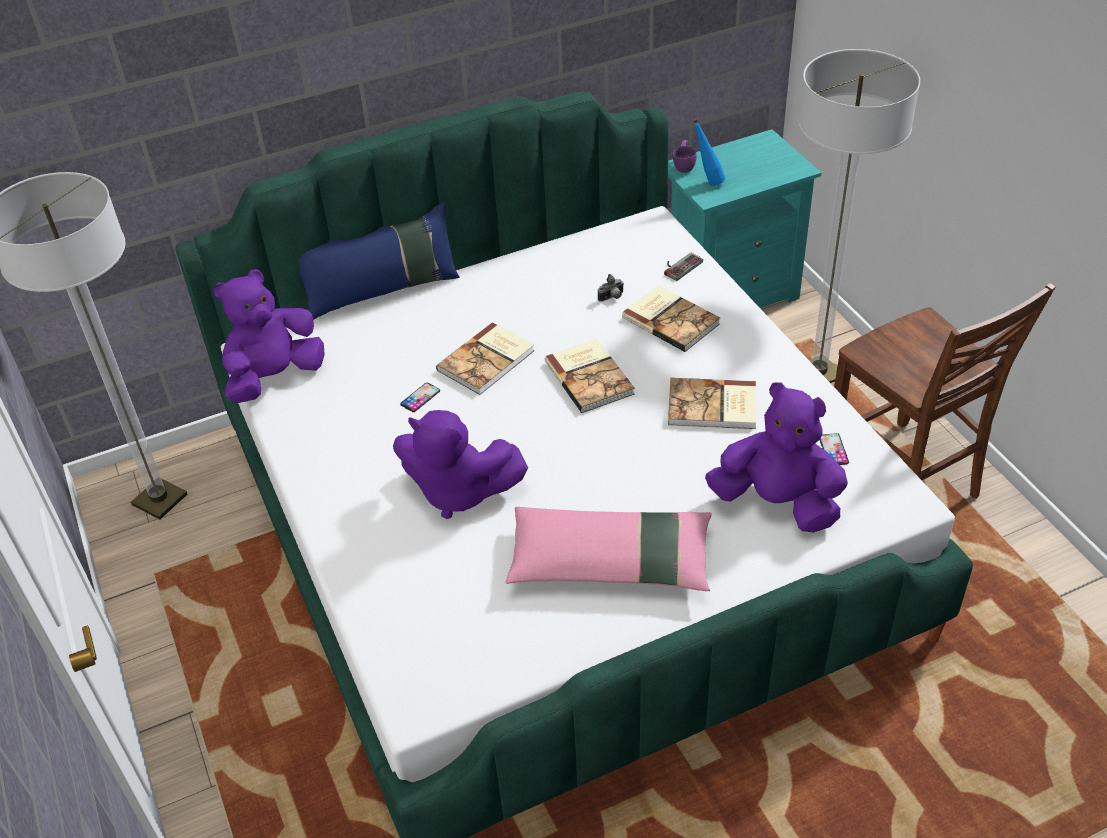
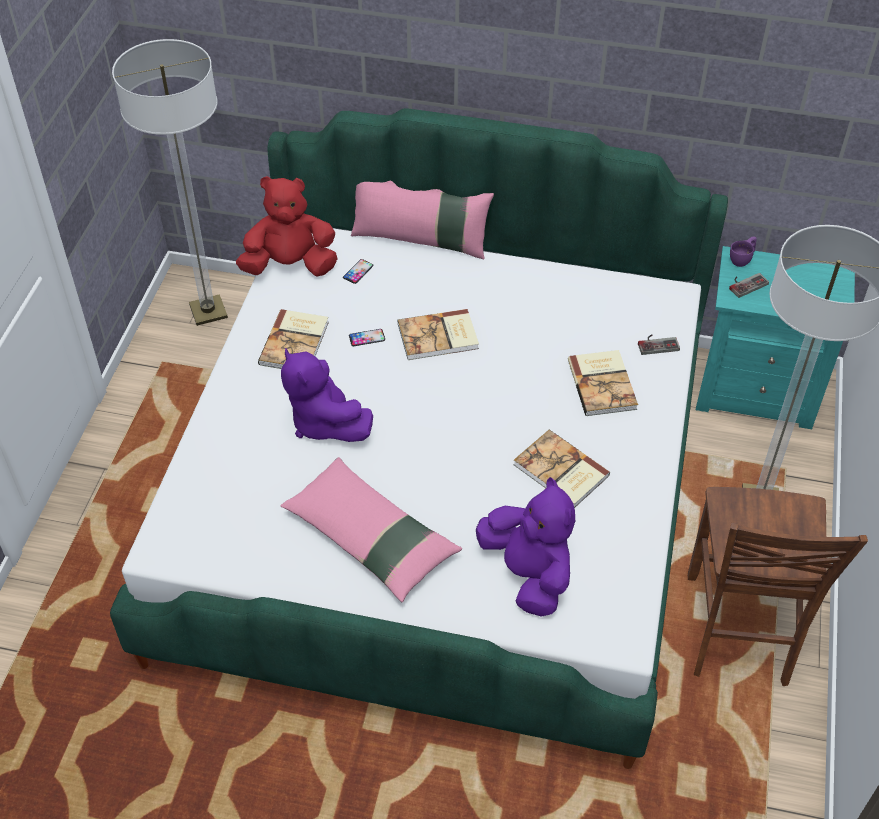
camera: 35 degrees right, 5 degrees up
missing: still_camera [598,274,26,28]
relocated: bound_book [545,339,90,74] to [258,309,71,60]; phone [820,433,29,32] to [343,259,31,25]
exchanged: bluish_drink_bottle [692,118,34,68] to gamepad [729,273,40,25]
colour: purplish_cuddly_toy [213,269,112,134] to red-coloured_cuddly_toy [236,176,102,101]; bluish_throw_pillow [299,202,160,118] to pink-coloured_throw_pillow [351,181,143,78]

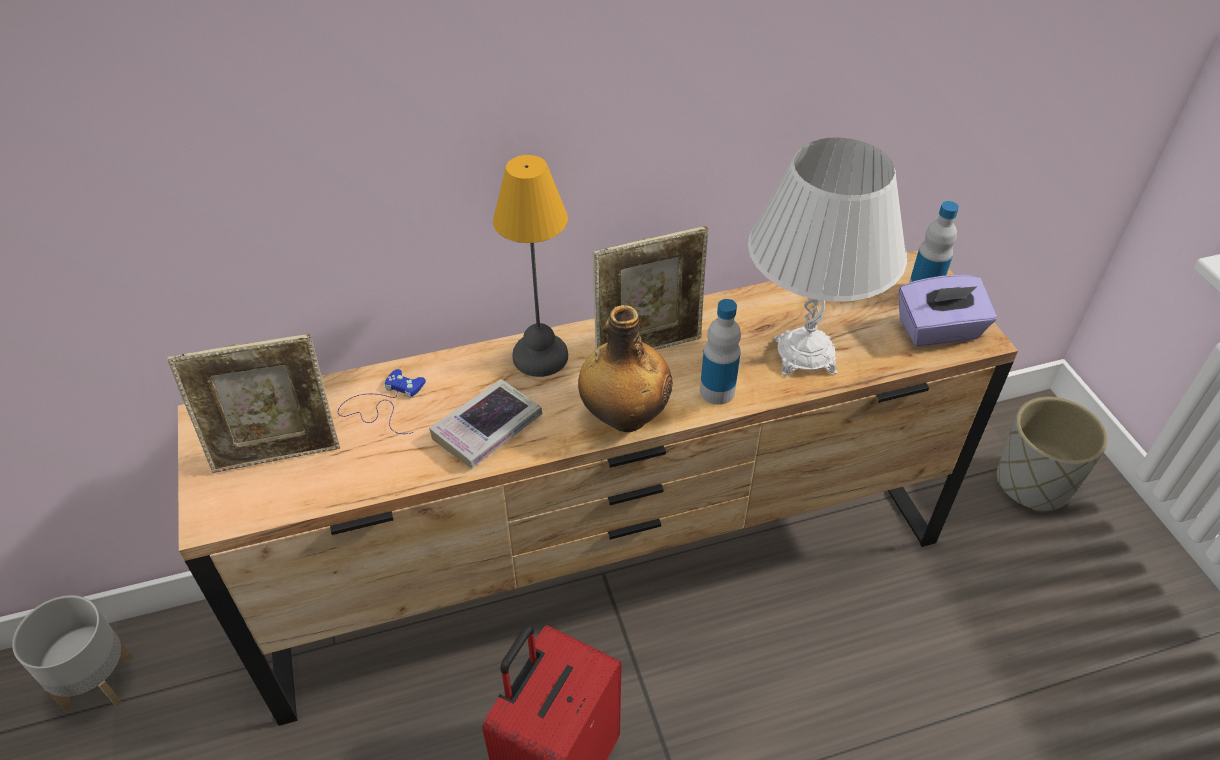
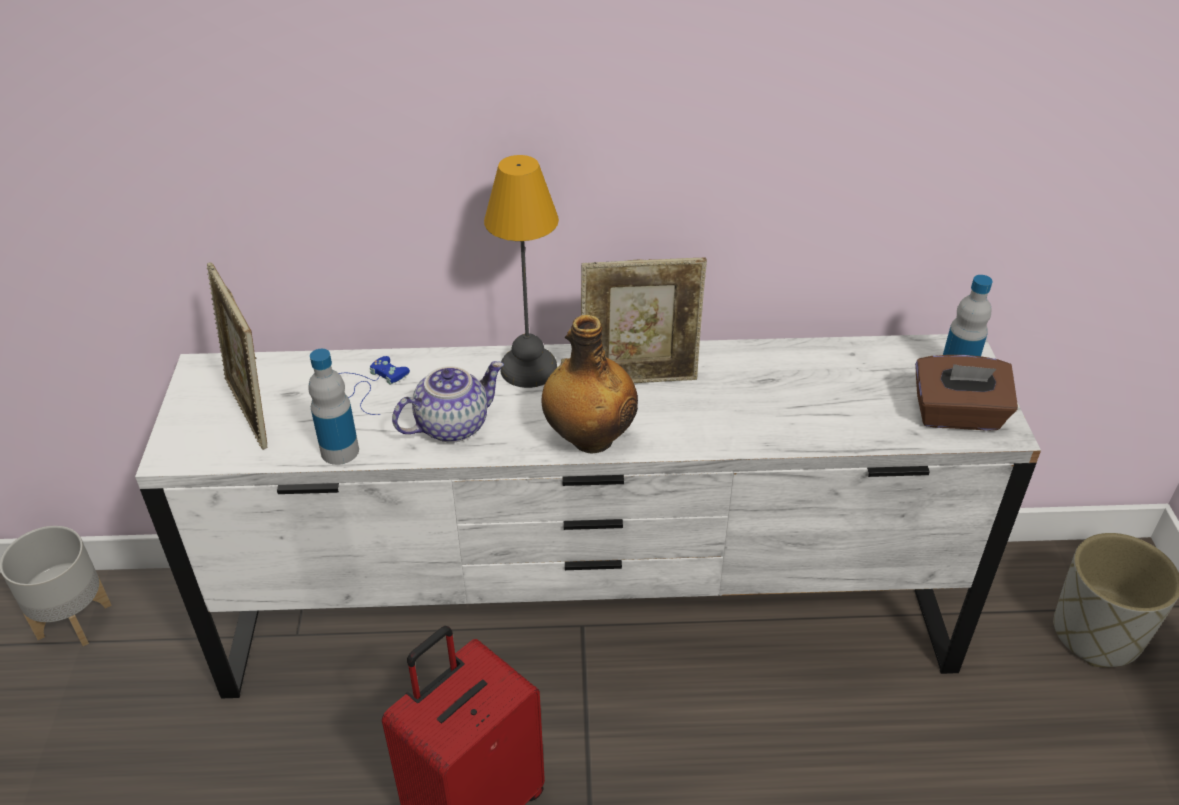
camera: 15 degrees right, 5 degrees down
missing: white_tabletop_lamp [748,138,159,238]
relocated: drink_bottle [700,299,41,106] to [308,349,51,116]
exchanged: bound_book [429,379,113,89] to pot_for_tea [392,361,112,82]
colour: brown_drawer_chest [178,250,840,476] to white_drawer_chest [135,334,906,365]; purplish_tissue_box [899,275,98,72] to brown_tissue_box [915,355,103,76]
spun: photo_frame [167,334,173,139] = [207,262,61,188] 60 degrees clockwise

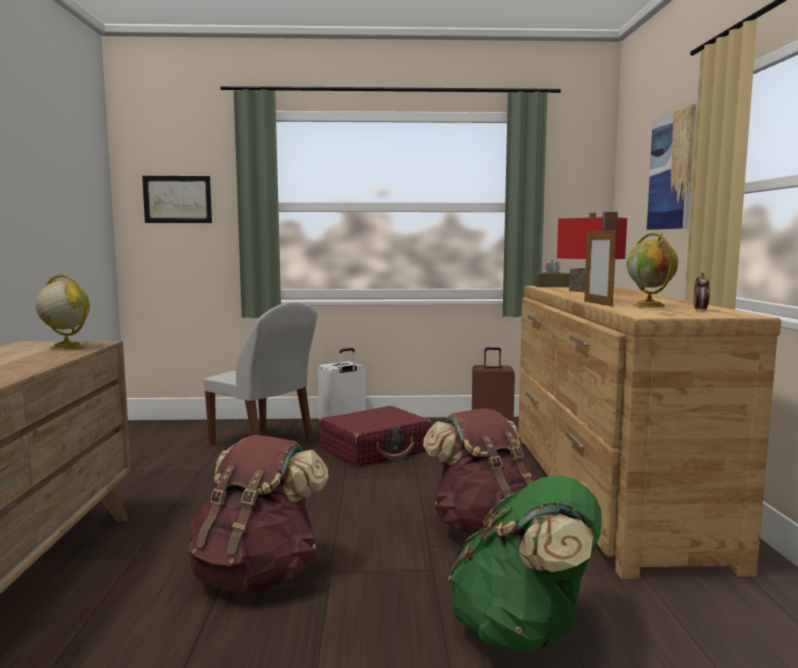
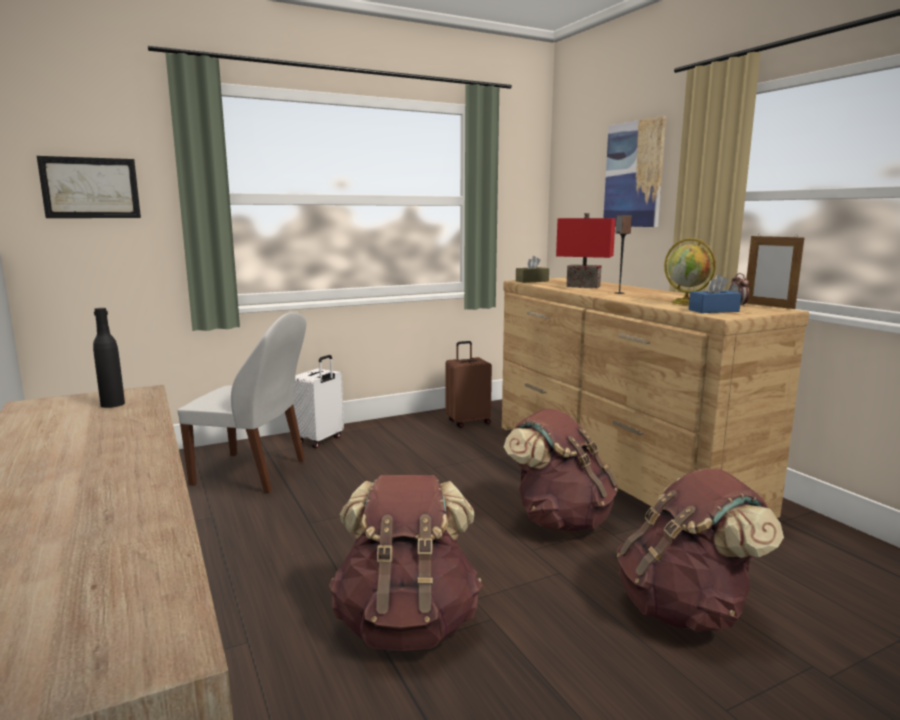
camera: 25 degrees left, 5 degrees up
missing: red-coloured_suitcase [320,406,111,61]
appeared: bluish_tissue_box [689,274,52,39]
relocated: photo_frame [584,228,32,79] to [746,235,58,74]
exchanged: globe [36,274,54,76] to blackish_drink_bottle [93,308,32,100]
colour: greenish_backpack [448,475,154,177] to brown_backpack [616,468,168,163]

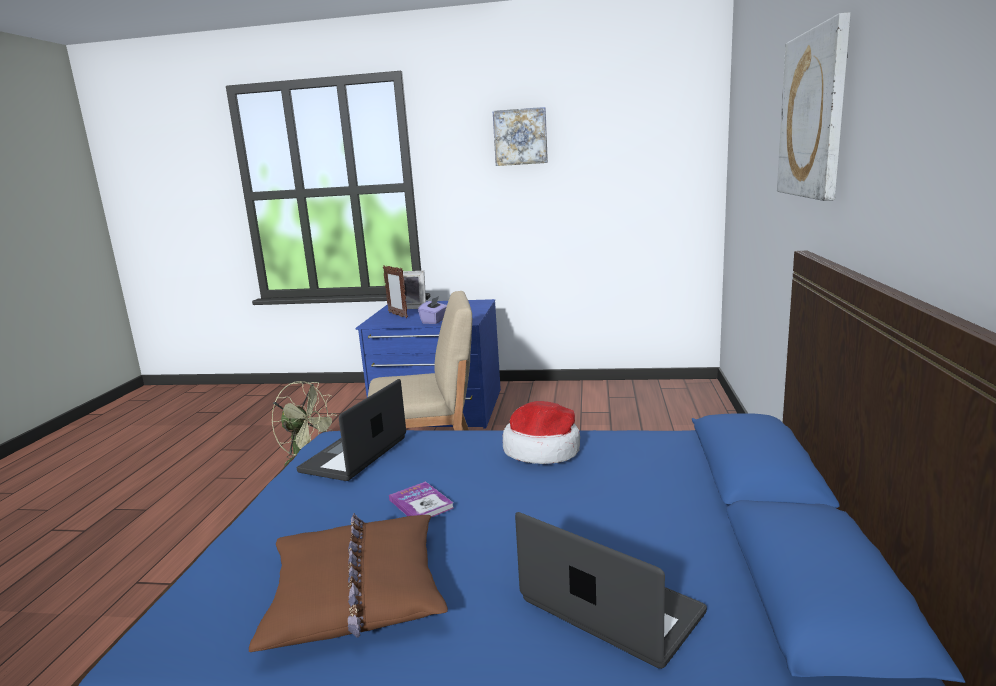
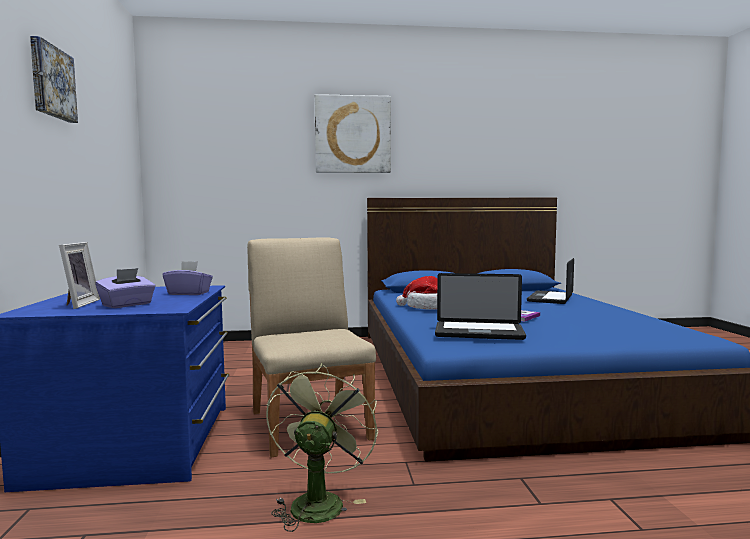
camera: 105 degrees left, 10 degrees down
missing: brown_throw_pillow [249,513,199,139]
exchanged: photo_frame [383,265,25,53] to purplish_tissue_box [95,268,61,40]

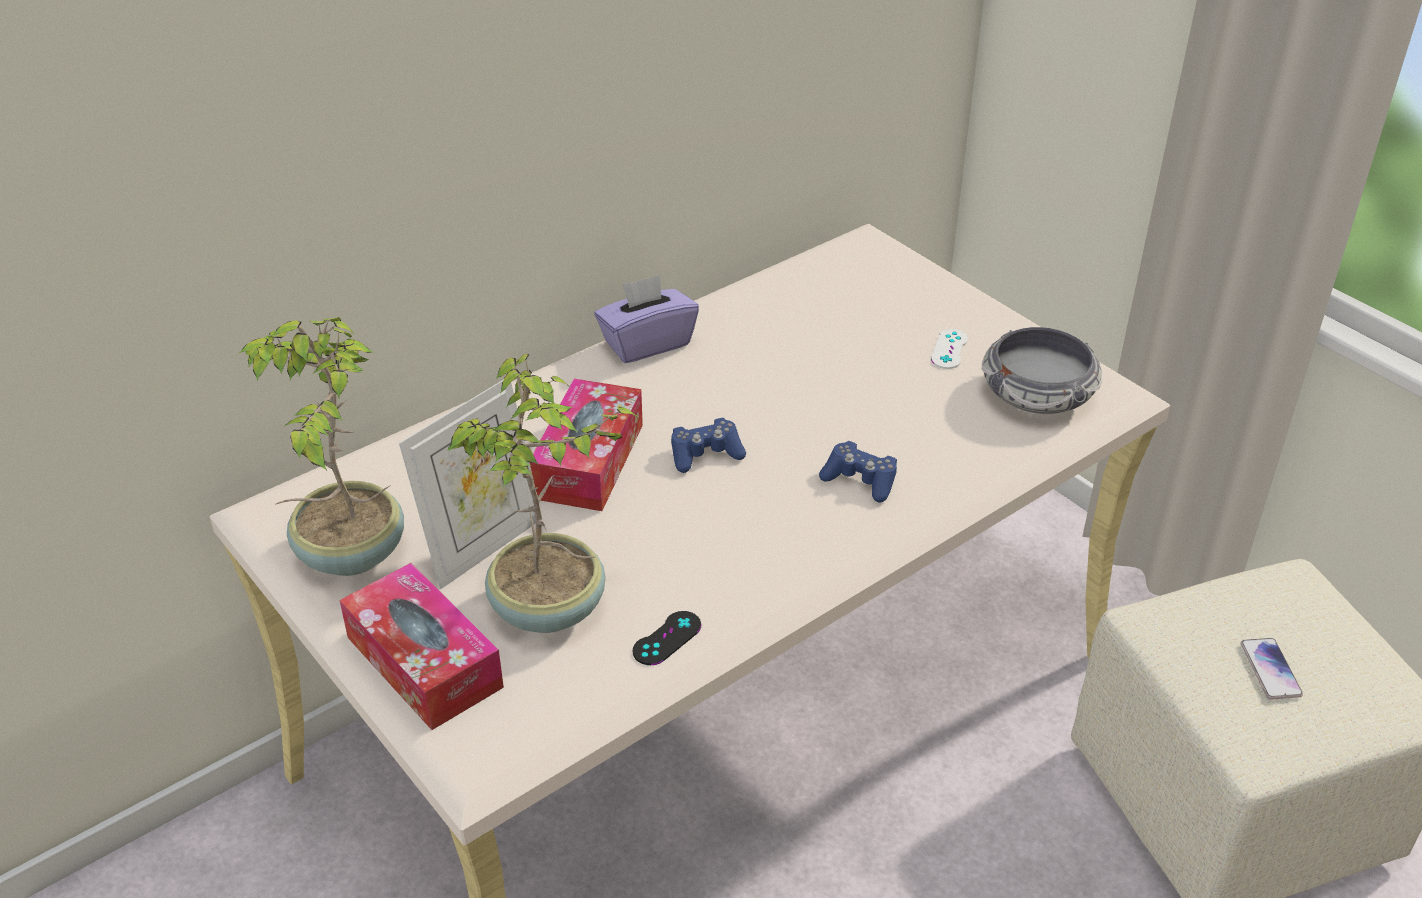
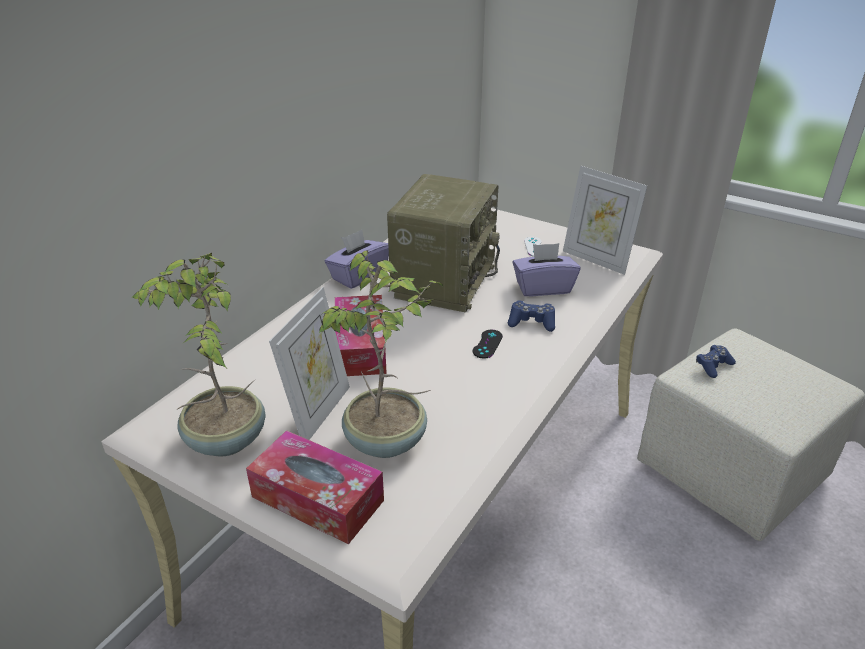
camera: 20 degrees left, 5 degrees down
missing: phone [1241,638,62,62]
appeared: radio [387,174,113,139]; purplish_tissue_box [512,243,68,53]
relocated: blackish_gamepad [633,611,68,54] to [473,330,30,28]; bluish_gamepad [671,418,75,55] to [696,345,40,33]
exchanged: serving_bowl [982,327,120,87] to photo_frame [563,166,84,109]

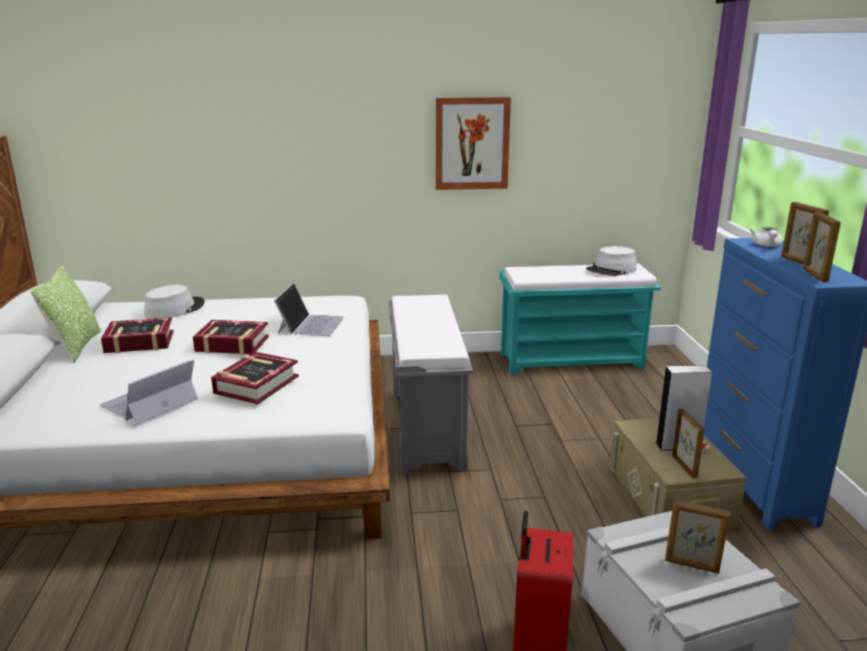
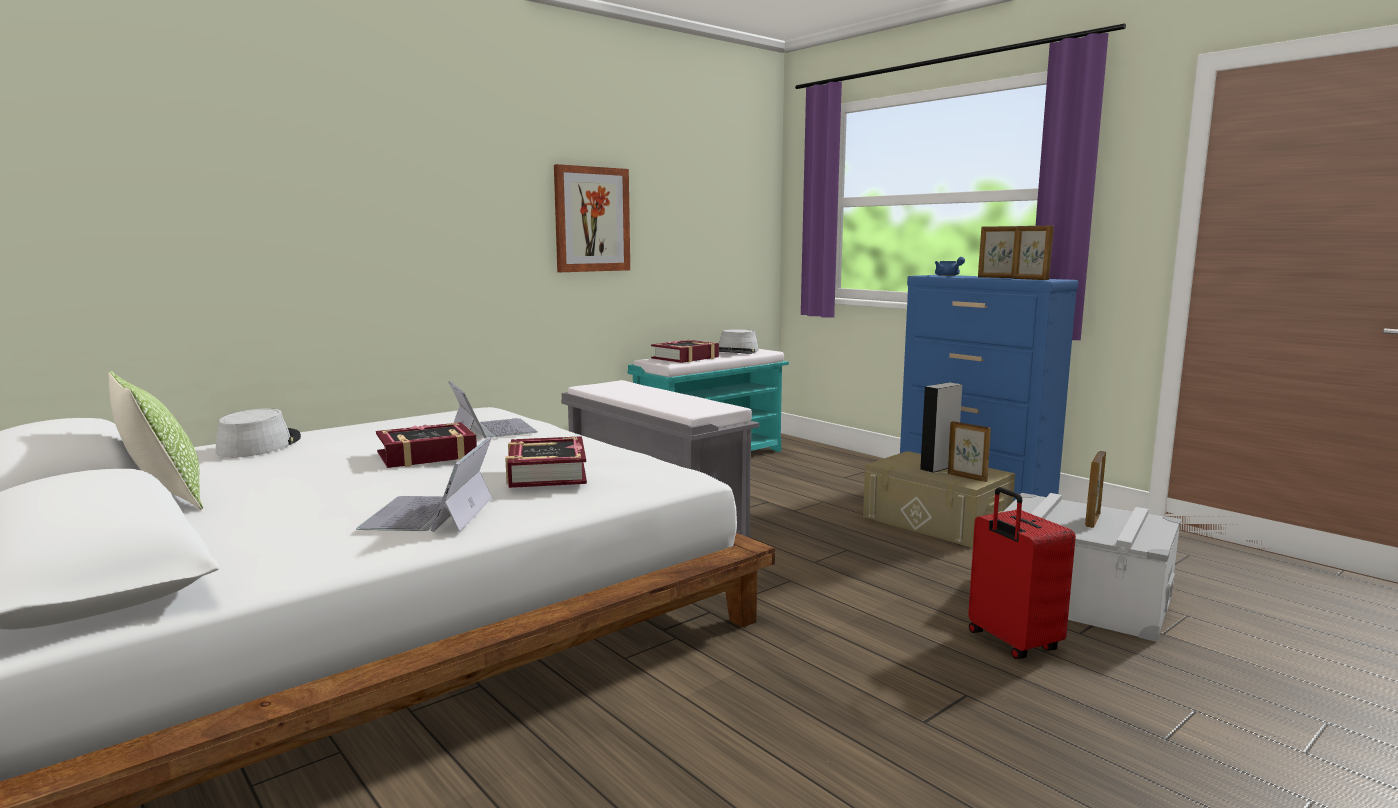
camera: 35 degrees left, 10 degrees down
relocated: bound_book [101,317,73,36] to [651,340,68,23]
colour: white_pot_for_tea [750,227,32,20] to bluish_pot_for_tea [935,257,30,19]
spun: photo_frame [665,500,65,74] = [1085,451,21,77] 135 degrees clockwise

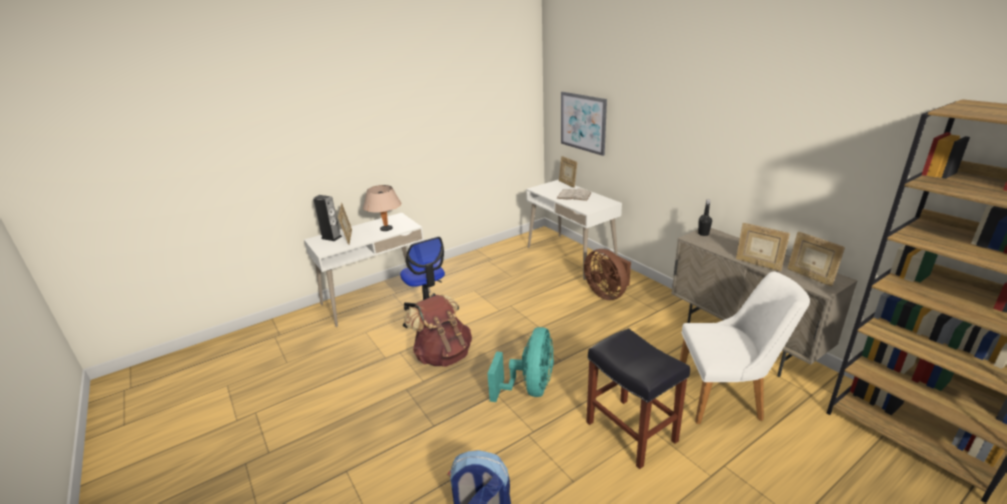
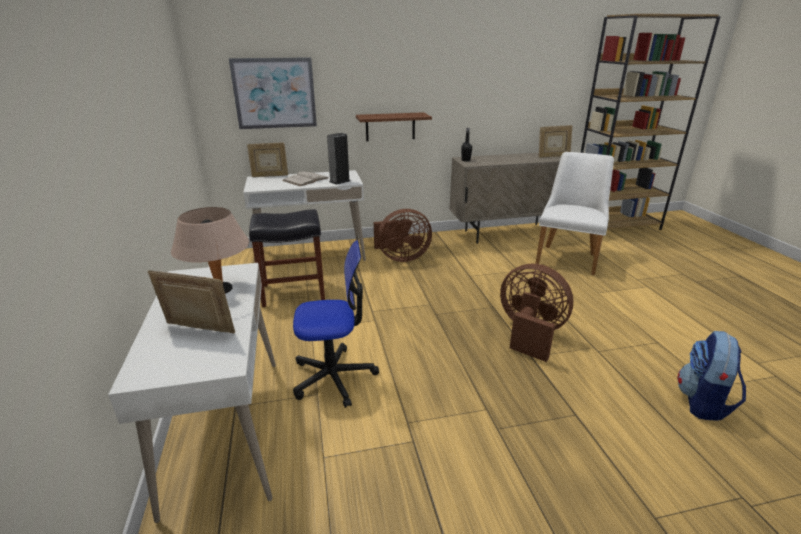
camera: 70 degrees left, 0 degrees up
missing: brown_backpack [404,294,68,73]; photo_frame [736,223,54,48]
appeared: brown_shelf [356,112,76,29]
relocated: audio_speaker [313,195,29,46] to [327,133,23,52]; blackish_stool [586,328,104,141] to [249,209,76,98]
colour: turquoise-coloured_electric_fan [487,327,67,75] to brown_electric_fan [500,264,73,98]

